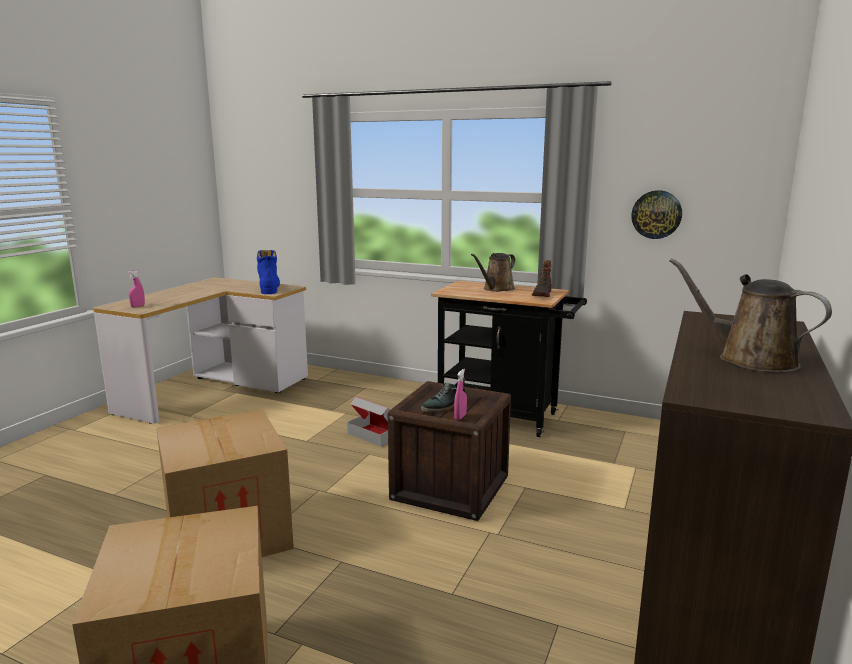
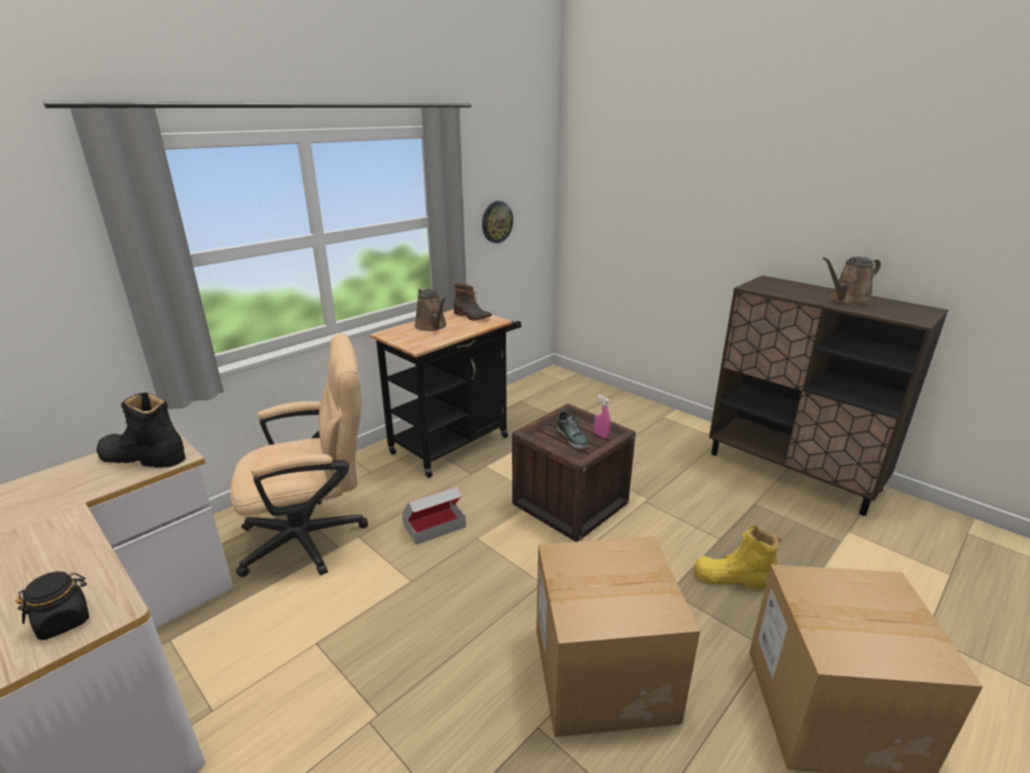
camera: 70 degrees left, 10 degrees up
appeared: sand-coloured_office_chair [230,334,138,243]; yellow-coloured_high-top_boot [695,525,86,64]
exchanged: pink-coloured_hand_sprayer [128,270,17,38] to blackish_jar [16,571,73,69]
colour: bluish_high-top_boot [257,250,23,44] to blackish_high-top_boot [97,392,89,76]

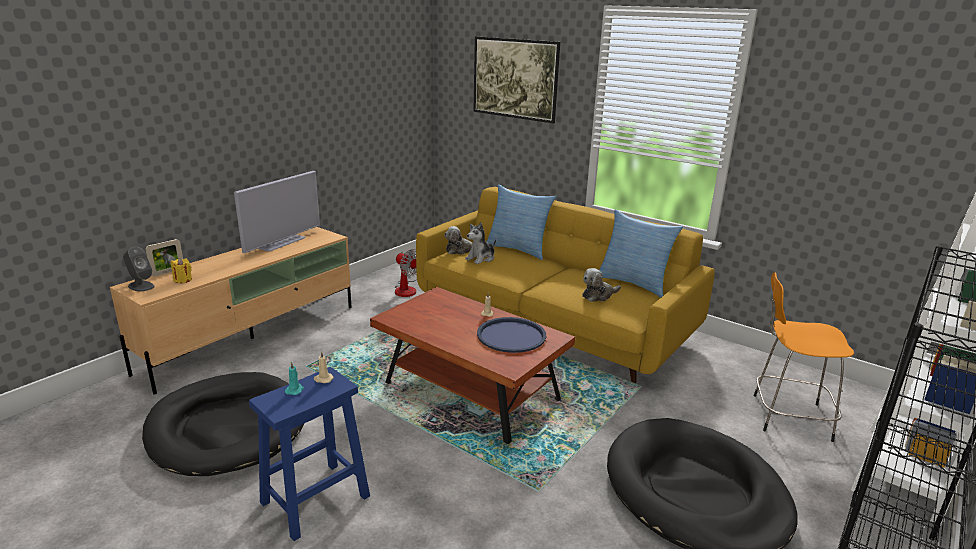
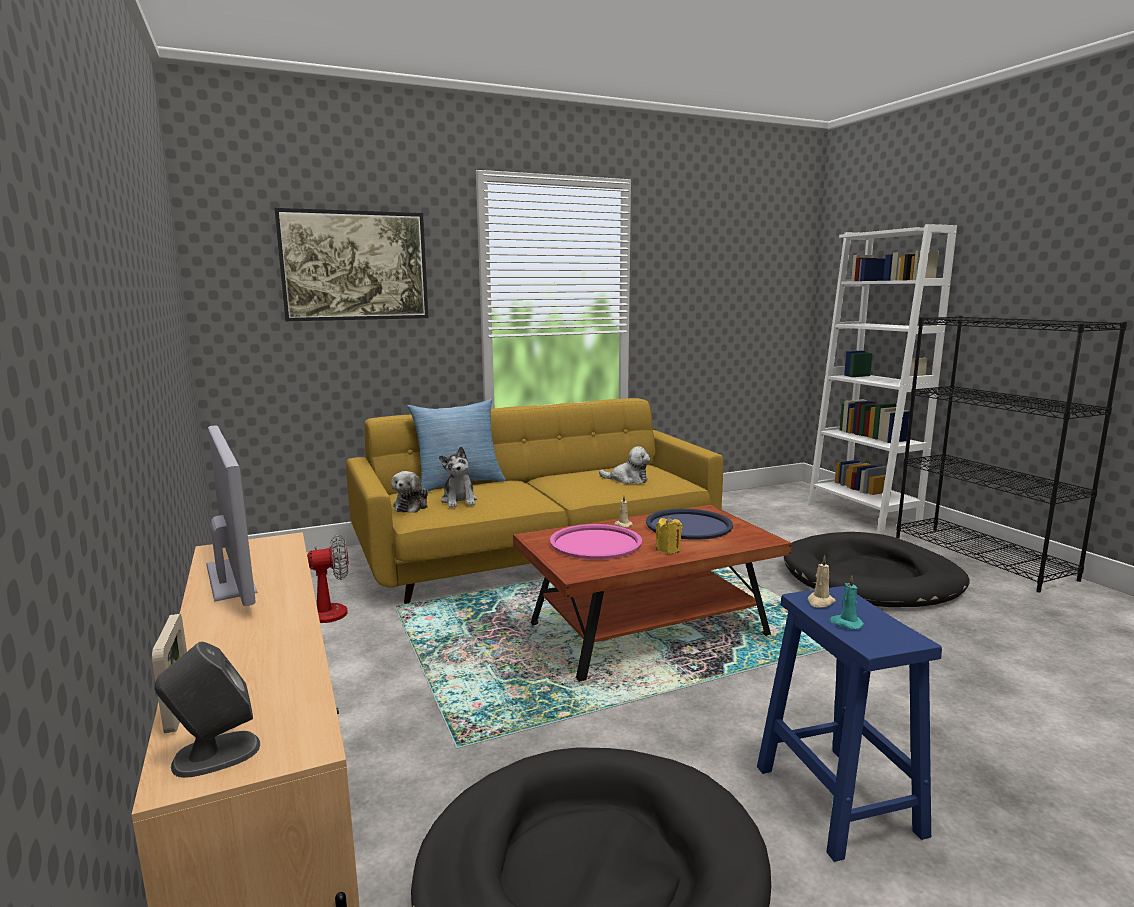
camera: 60 degrees left, 10 degrees down
missing: throw_pillow [599,209,84,88]; orangey_stool [753,272,101,170]
appeared: pink-coloured_carrying_tray [550,524,92,35]
relocated: yellow-coloured_wax_candle [171,258,21,25] to [655,516,28,38]
spun: cuddly_toy [582,268,39,34] = [599,446,52,38] 75 degrees counterclockwise

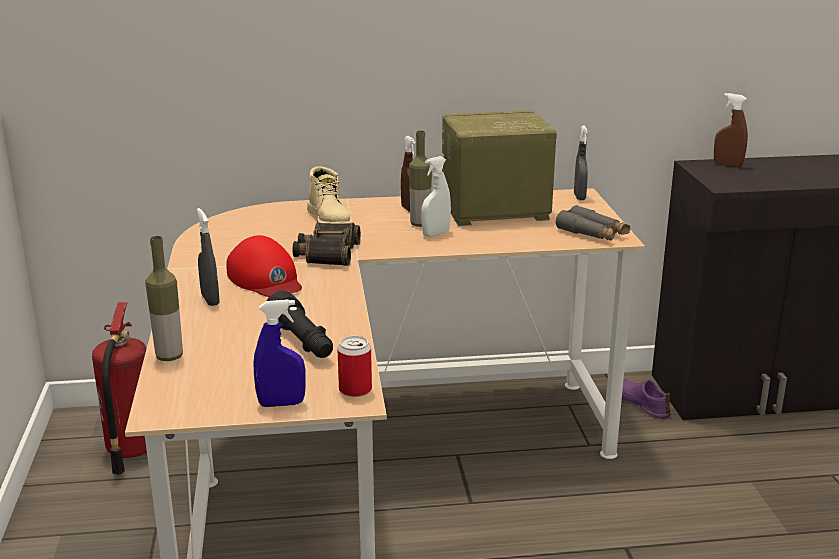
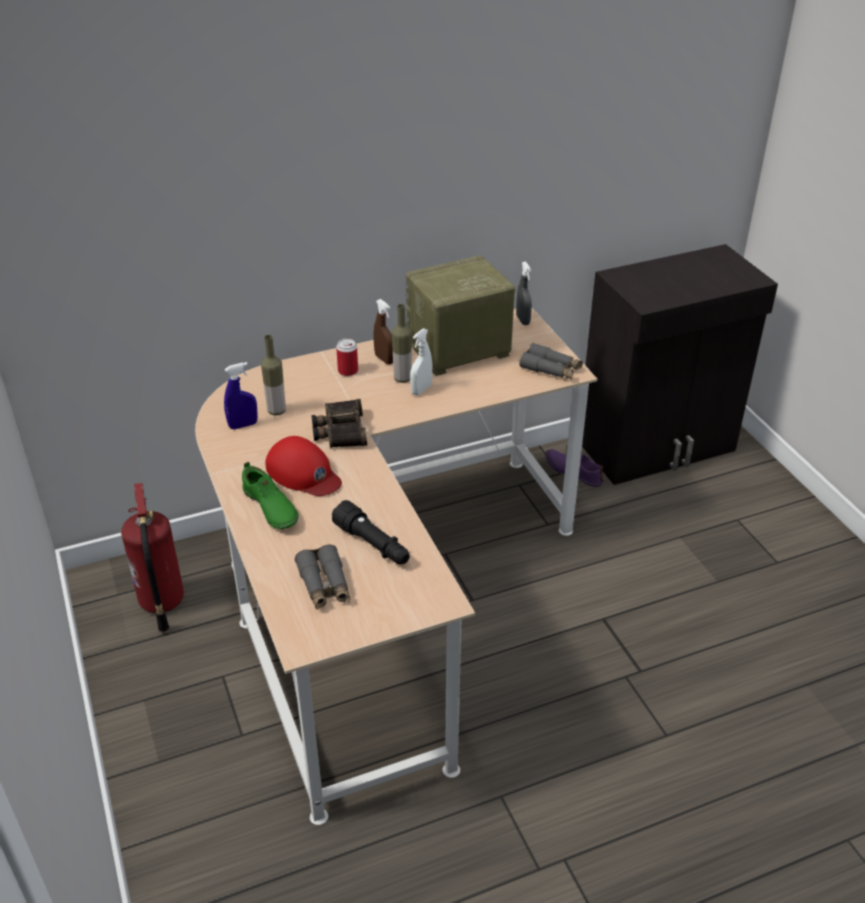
camera: 15 degrees left, 15 degrees up
missing: sand-coloured_high-top_boot [307,166,45,57]; brown_hand_sprayer [714,93,34,74]
appeared: grey_binoculars [295,544,55,66]
relocated: drink_bottle [145,236,38,125] to [261,335,25,80]; bluish_hand_sprayer [254,299,52,108] to [224,362,34,67]; sealed_can [337,336,35,61] to [336,339,22,37]
exchanged: grey_hand_sprayer [197,208,23,98] to greenish_item_of_footwear [242,462,57,67]

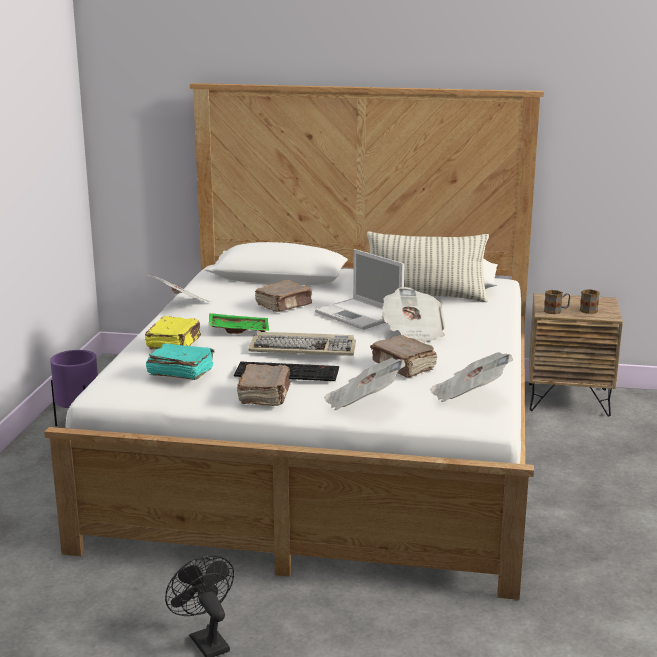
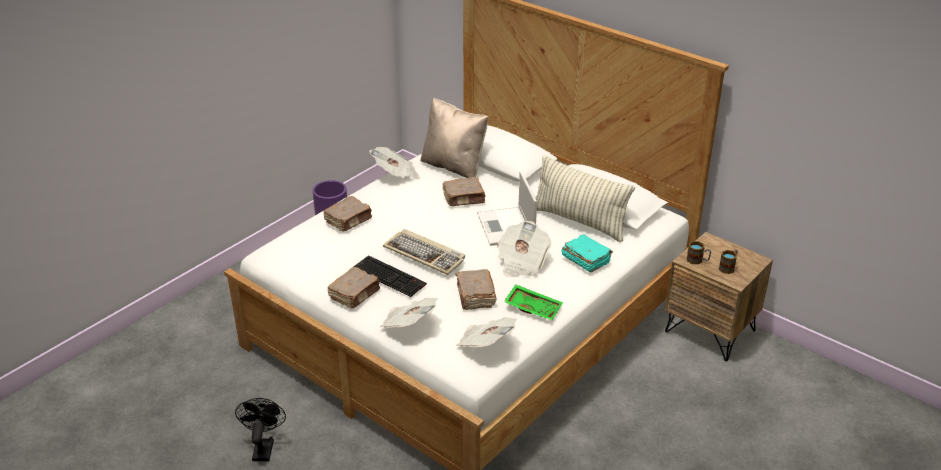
camera: 30 degrees right, 15 degrees up
appeared: sand-coloured_throw_pillow [420,97,68,81]
relocated: turquoise-coloured_bound_book [146,343,69,37] to [562,234,51,38]; greenish_carrying_tray [209,313,60,21] to [504,284,59,37]
colour: yellow-coloured_bound_book [145,316,56,33] to brown_bound_book [324,196,48,36]

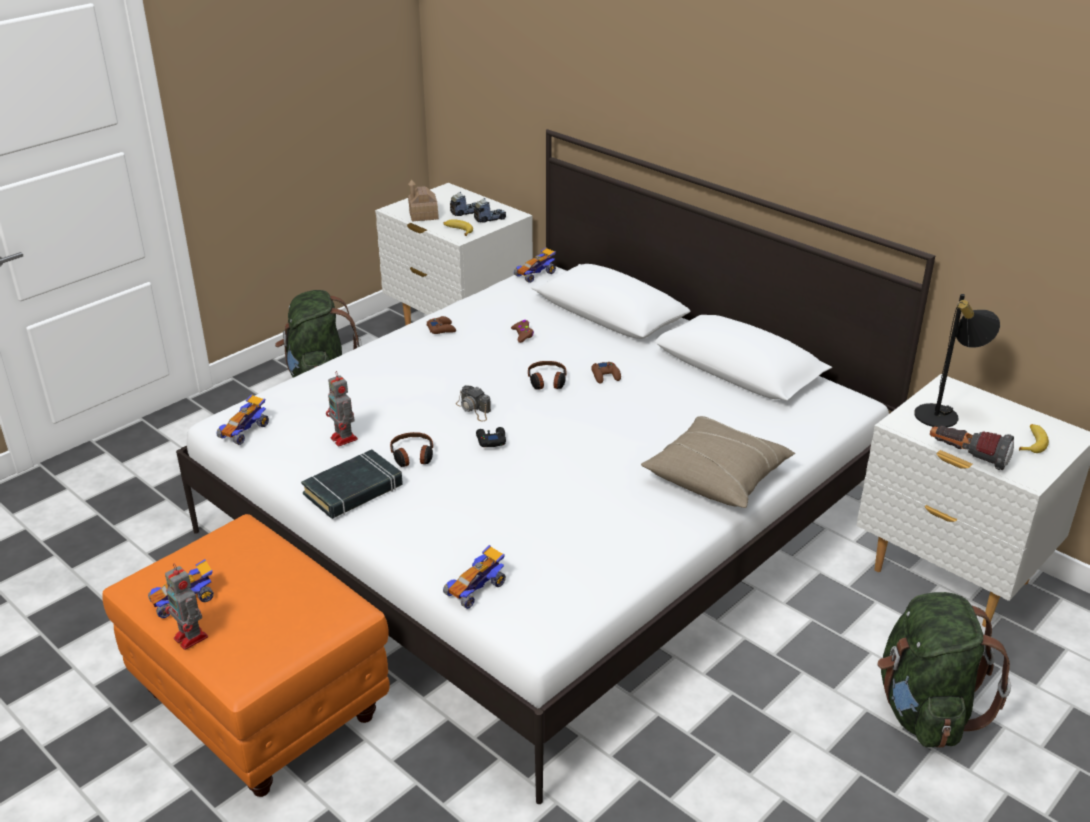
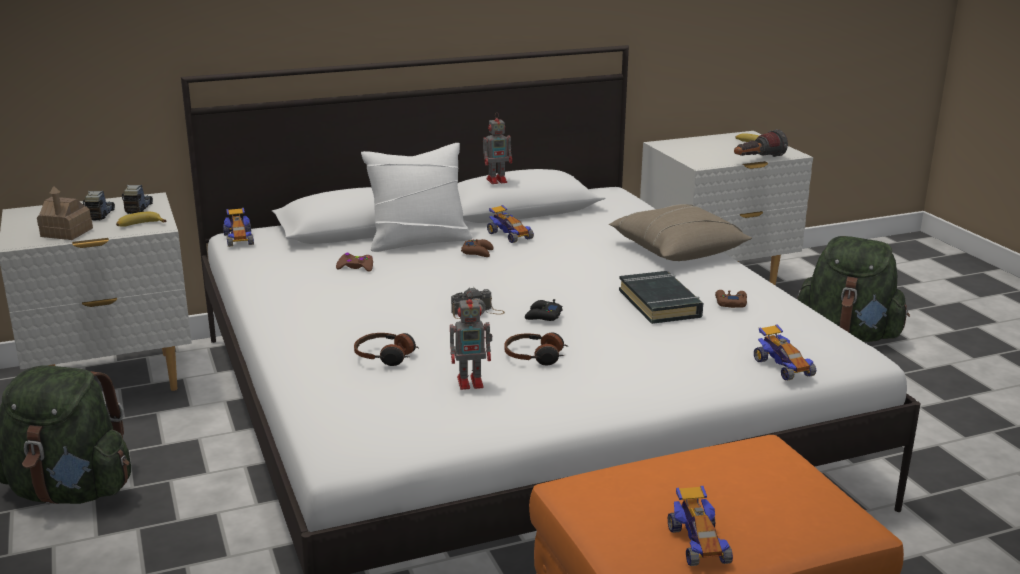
camera: 65 degrees left, 10 degrees down
missing: blackish_tabletop_lamp [914,294,86,134]
appeared: white_throw_pillow [361,143,111,109]
relocated: toy_robot [165,564,43,86] to [483,112,29,72]; model_car [216,394,53,51] to [487,205,47,38]; blackish_bound_book [301,450,102,69] to [619,271,84,53]; brown_gamepad [426,316,30,18] to [715,290,32,18]; headset [528,361,39,29] to [354,333,64,33]

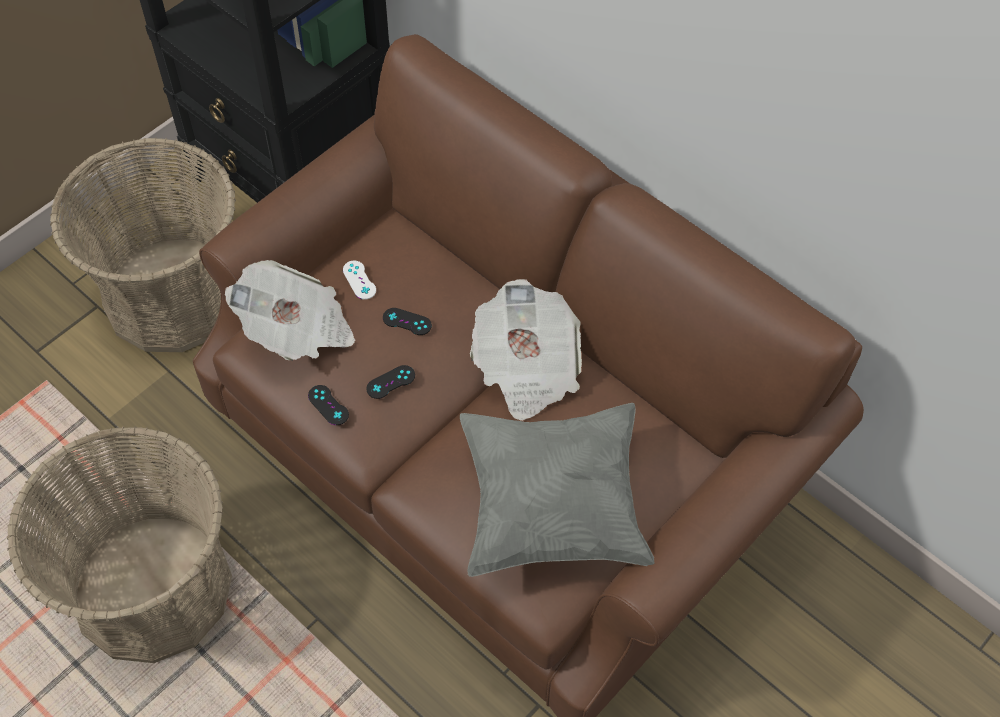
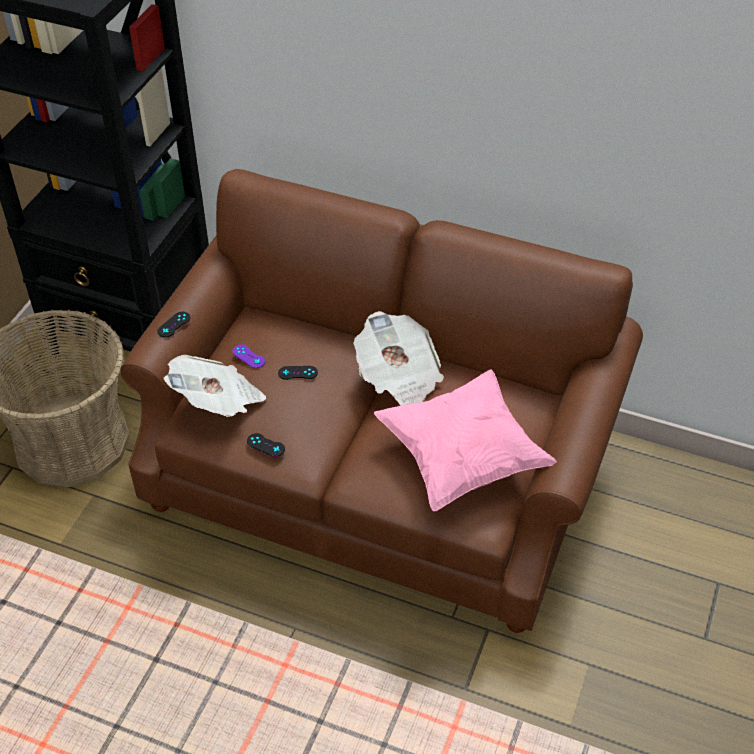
camera: 20 degrees left, 10 degrees down
missing: basket [7,426,225,237]
relocated: blackish_gamepad [366,365,49,34] to [157,312,33,25]
colour: white_gamepad [343,260,33,40] to purplish_gamepad [233,344,32,24]; grey_throw_pillow [460,403,194,174] to pink-coloured_throw_pillow [374,369,183,142]

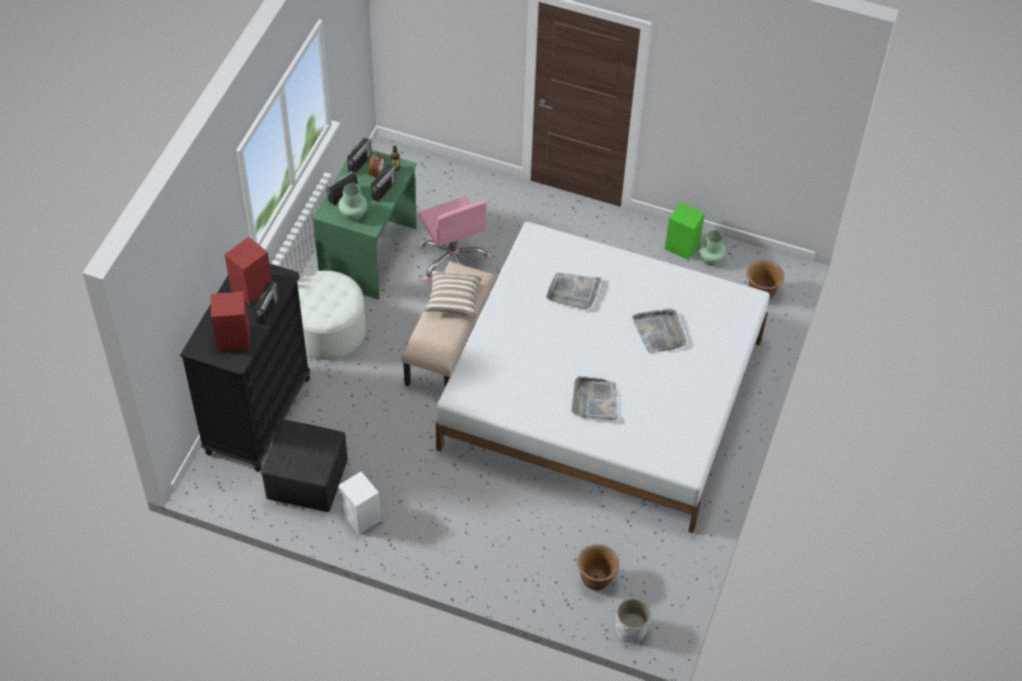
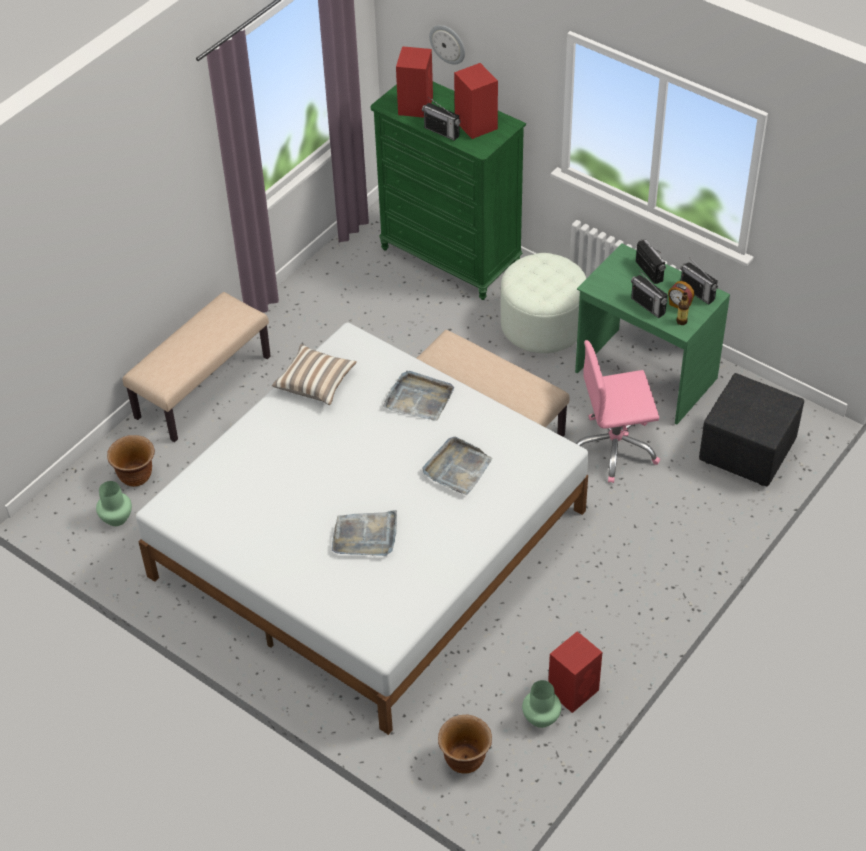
camera: 110 degrees right, 5 degrees down
missing: white_audio_speaker [338,472,43,62]; white_planter [616,598,35,45]
appeared: sand-coloured_long_seat [123,292,147,150]; hanging_clock [429,25,36,40]
relocated: blackish_pouffe [261,419,87,93] to [699,373,105,113]; greenish_decorative_vase [338,183,29,38] to [96,481,36,45]; throw_pillow [424,271,59,47] to [272,344,85,61]; grey_carrying_tray [571,377,47,43] to [383,370,71,51]
colour: blackish_drawer_chest [180,263,130,209] to greenish_drawer_chest [371,82,155,218]; greenish_audio_speaker [665,202,40,58] to red-coloured_audio_speaker [548,631,54,82]

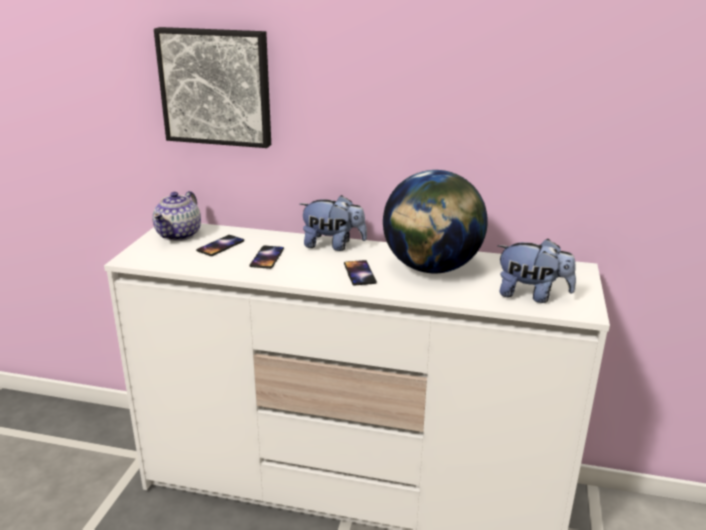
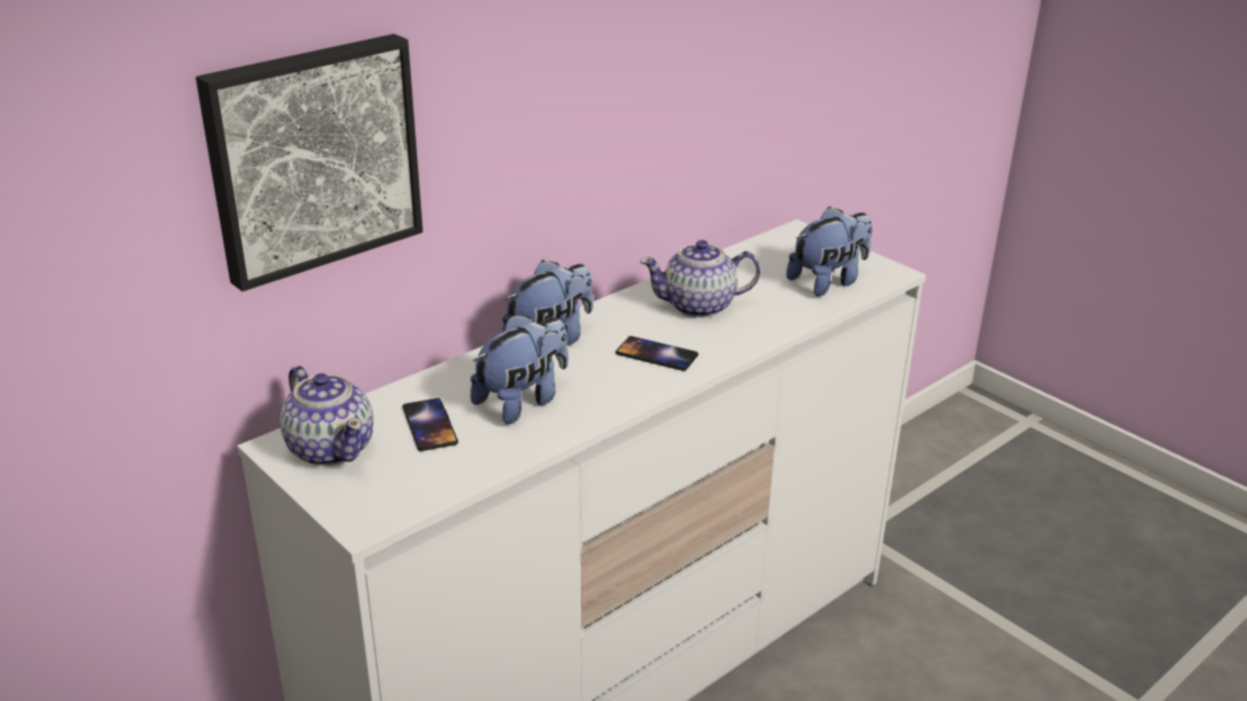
camera: 55 degrees left, 5 degrees up
exchanged: phone [249,246,35,23] to cuddly_toy [470,314,98,110]; globe [383,170,105,104] to pot_for_tea [640,240,121,78]

